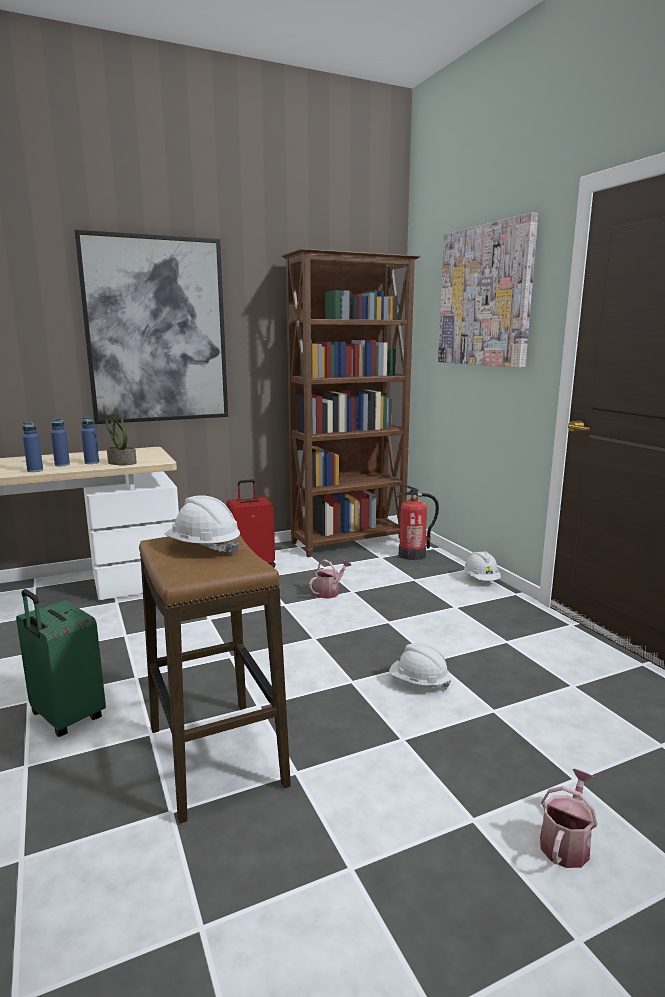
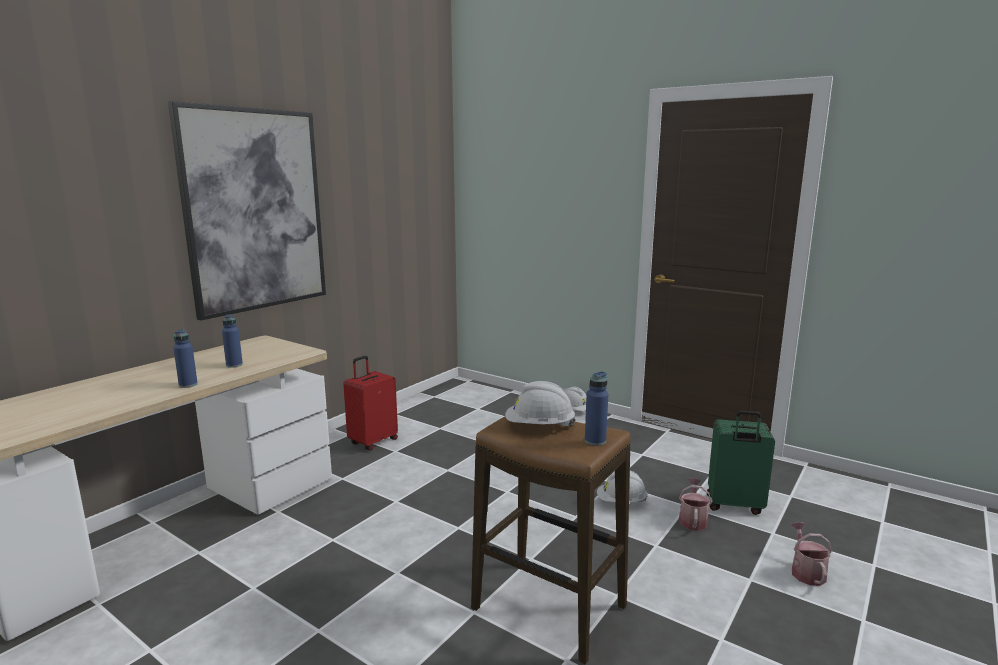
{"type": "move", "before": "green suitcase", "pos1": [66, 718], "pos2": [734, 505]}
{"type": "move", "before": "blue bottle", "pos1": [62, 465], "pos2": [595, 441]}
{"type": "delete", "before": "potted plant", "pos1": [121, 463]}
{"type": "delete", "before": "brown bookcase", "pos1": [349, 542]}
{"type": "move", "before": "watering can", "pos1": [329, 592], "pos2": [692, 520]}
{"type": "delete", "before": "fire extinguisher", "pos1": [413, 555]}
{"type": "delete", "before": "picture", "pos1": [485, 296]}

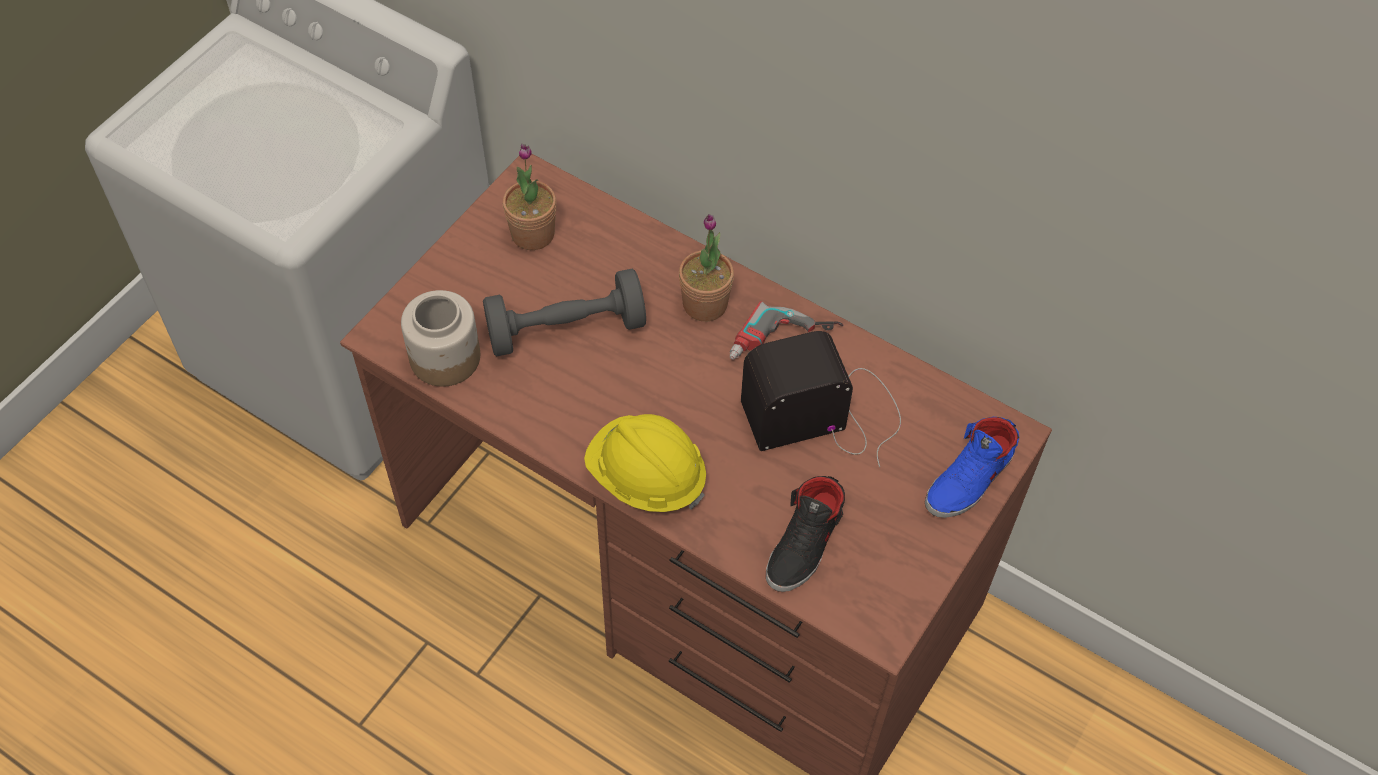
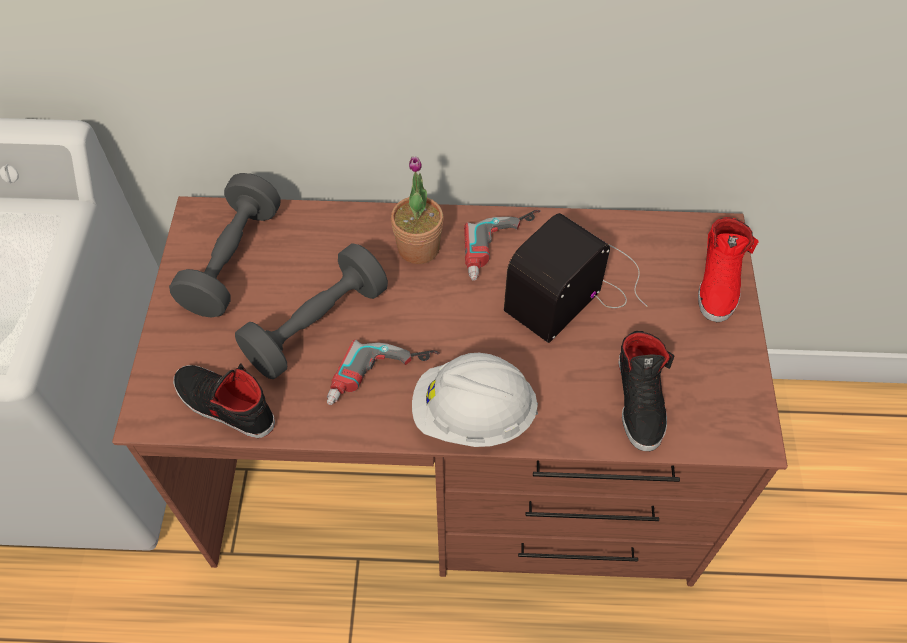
{"type": "replace", "before": "jar", "after": "black shoe", "pos1": [444, 358], "pos2": [224, 405]}
{"type": "replace", "before": "potted plant", "after": "grey dumbbell", "pos1": [532, 234], "pos2": [233, 260]}
{"type": "recolor", "before": "yellow hard hat", "after": "white hard hat", "pos1": [646, 477], "pos2": [473, 415]}
{"type": "recolor", "before": "blue shoe", "after": "red shoe", "pos1": [970, 480], "pos2": [719, 281]}
{"type": "insert", "after": "power drill", "pos2": [382, 381]}

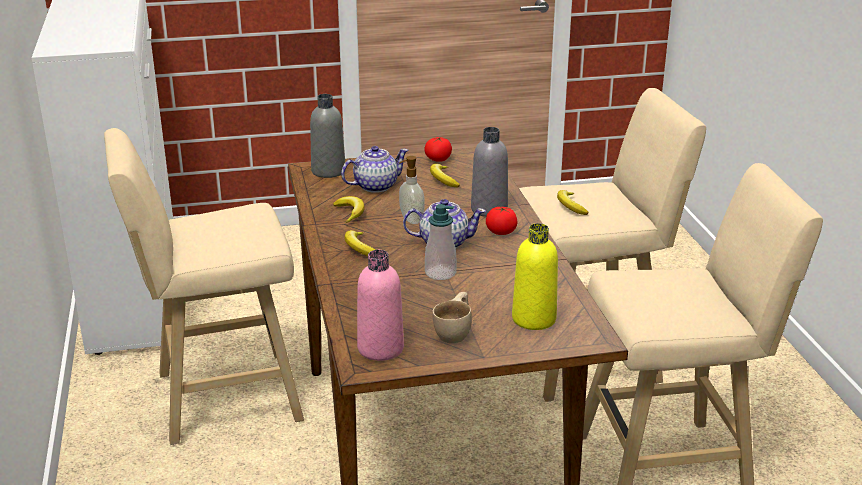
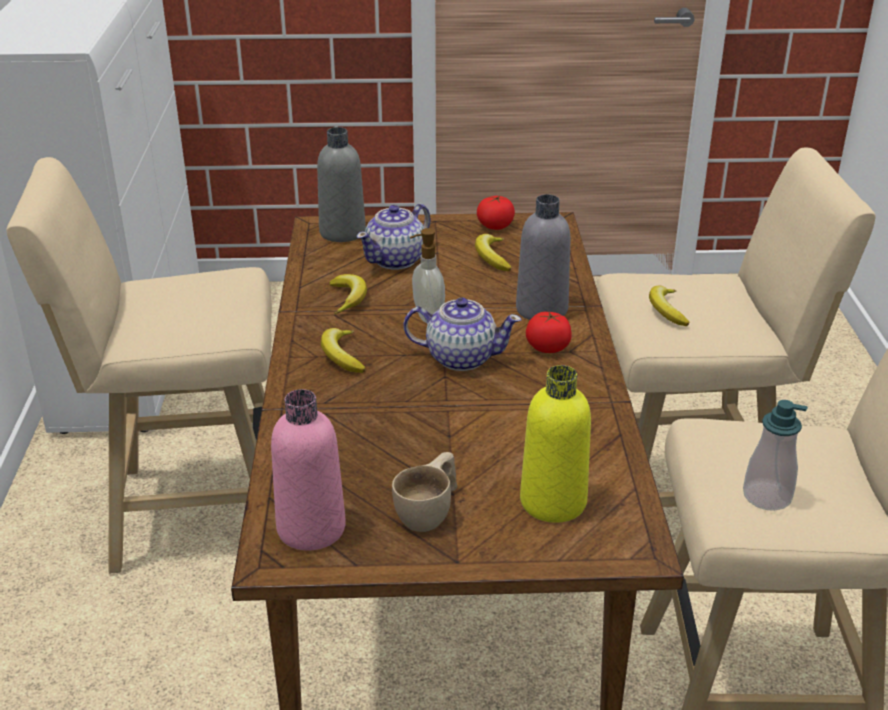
{"type": "rotate", "before": "teapot", "pos1": [375, 186], "pos2": [396, 260], "turn": 150}
{"type": "move", "before": "soap dispenser", "pos1": [440, 273], "pos2": [767, 496]}

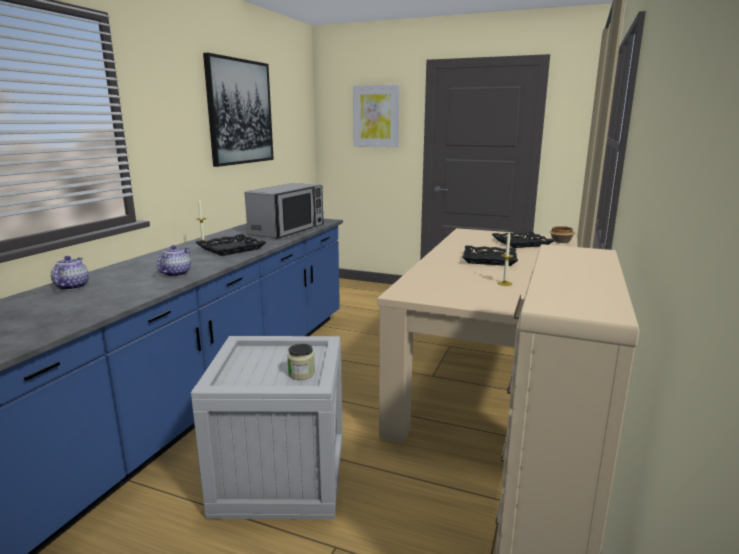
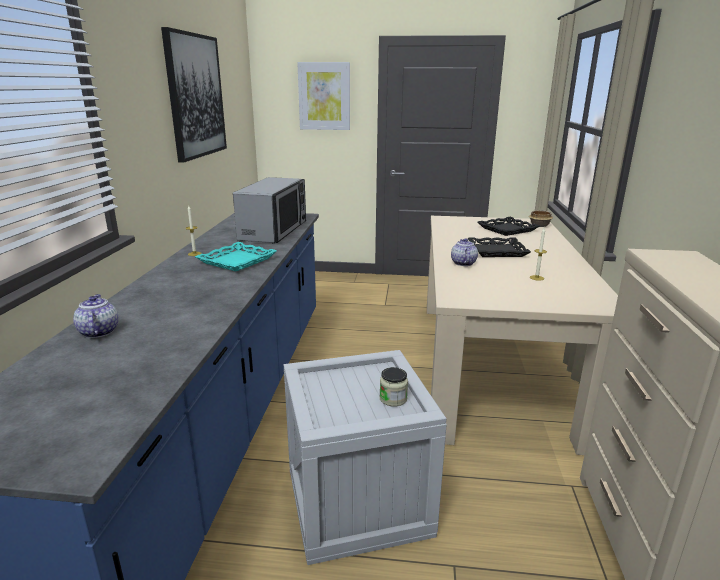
{"type": "move", "before": "teapot", "pos1": [176, 274], "pos2": [463, 263]}
{"type": "recolor", "before": "black tray", "after": "turquoise tray", "pos1": [231, 249], "pos2": [237, 261]}

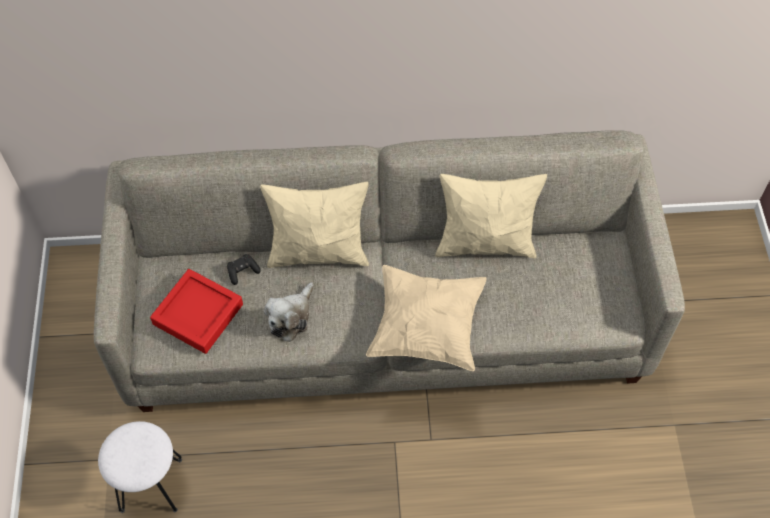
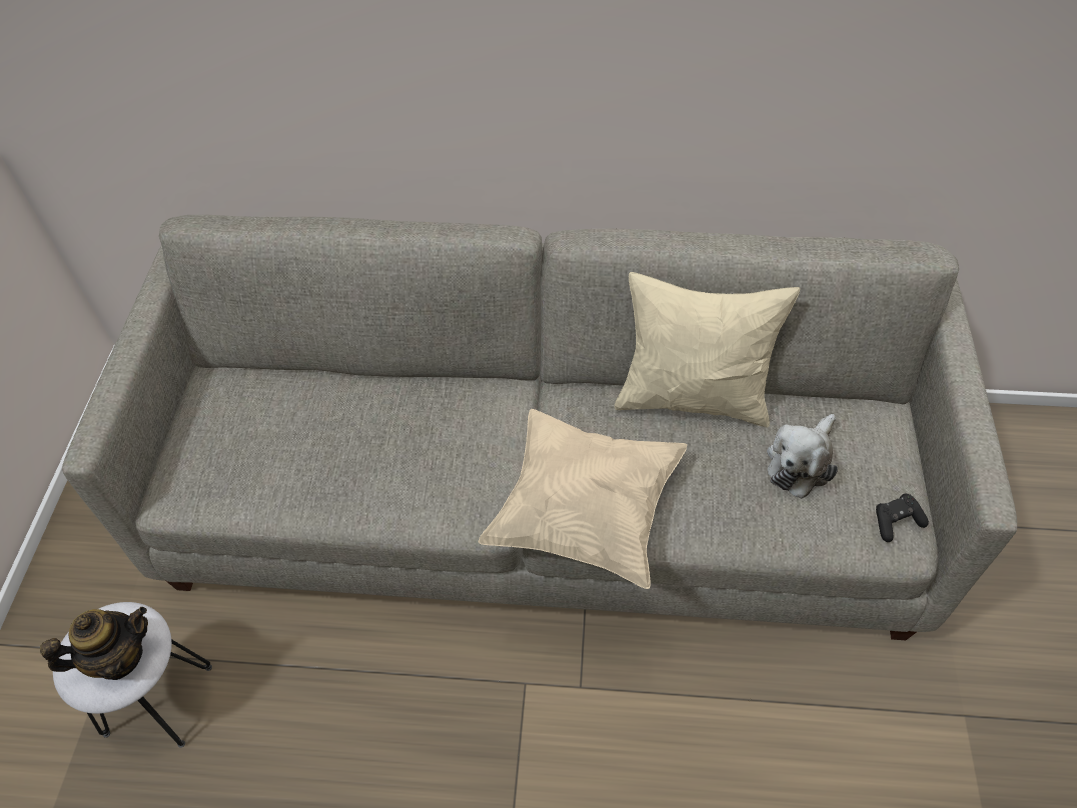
{"type": "delete", "before": "red tray", "pos1": [198, 314]}
{"type": "move", "before": "black game controller", "pos1": [242, 272], "pos2": [896, 521]}
{"type": "delete", "before": "beige pillow", "pos1": [319, 252]}
{"type": "move", "before": "plush toy", "pos1": [291, 317], "pos2": [800, 462]}
{"type": "insert", "after": "teapot", "pos2": [118, 657]}

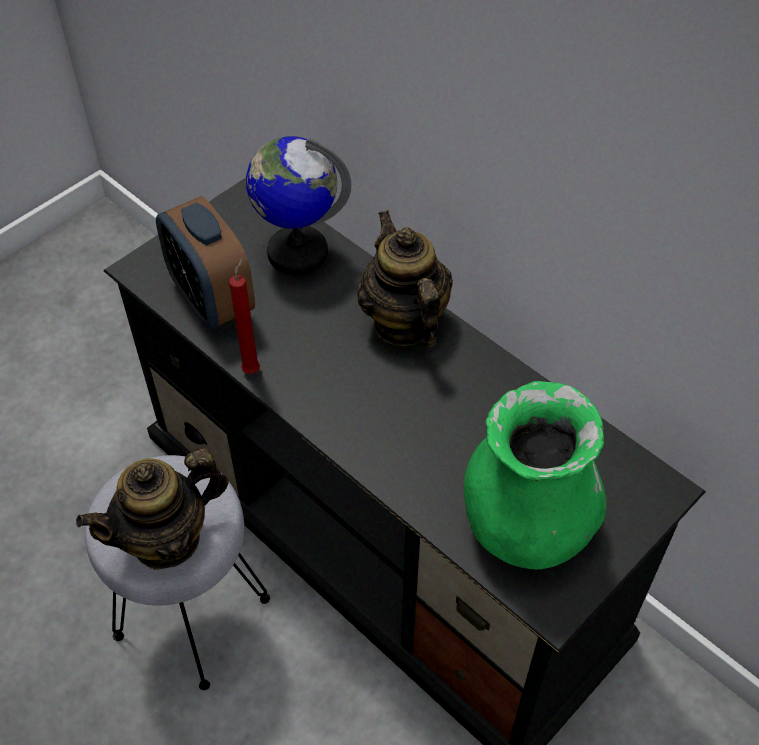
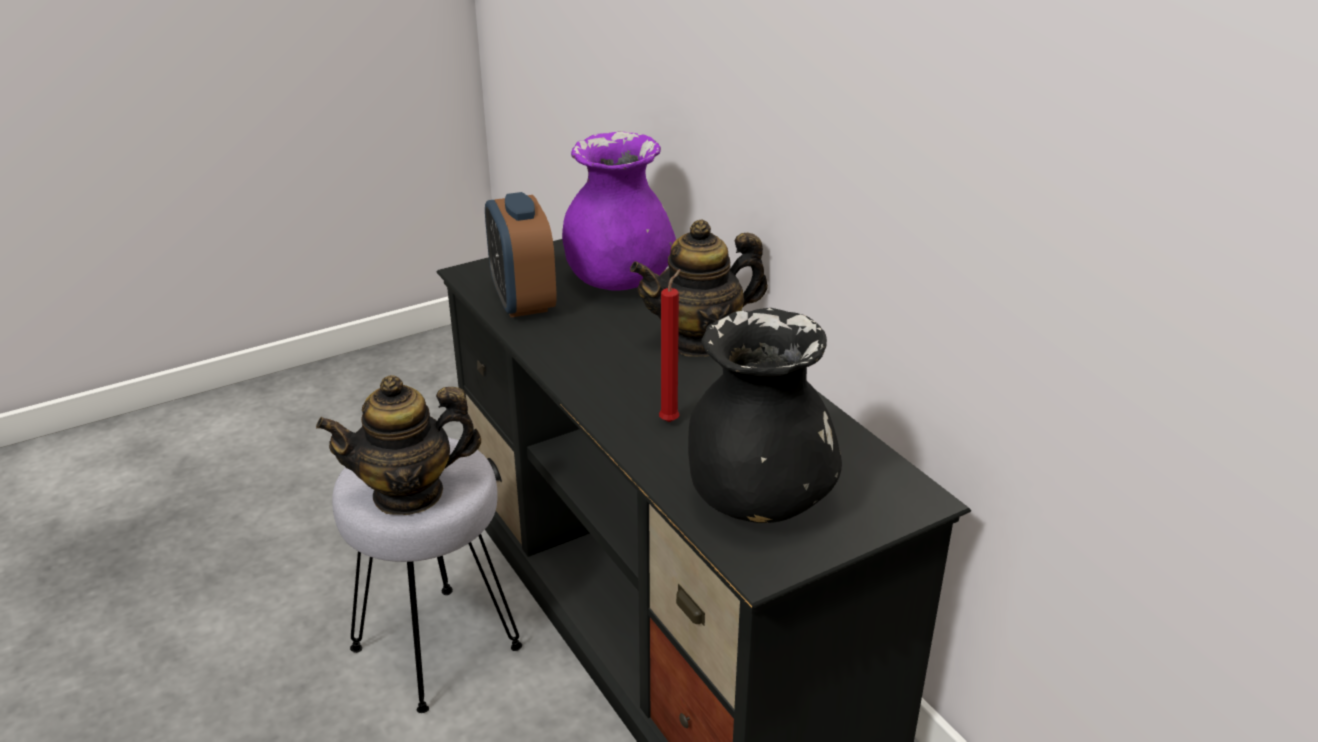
{"type": "move", "before": "red candle", "pos1": [252, 369], "pos2": [671, 420]}
{"type": "replace", "before": "globe", "after": "purple vase", "pos1": [297, 252], "pos2": [618, 281]}
{"type": "rotate", "before": "teapot", "pos1": [403, 322], "pos2": [699, 340], "turn": -105}
{"type": "recolor", "before": "green vase", "after": "black vase", "pos1": [525, 524], "pos2": [757, 500]}

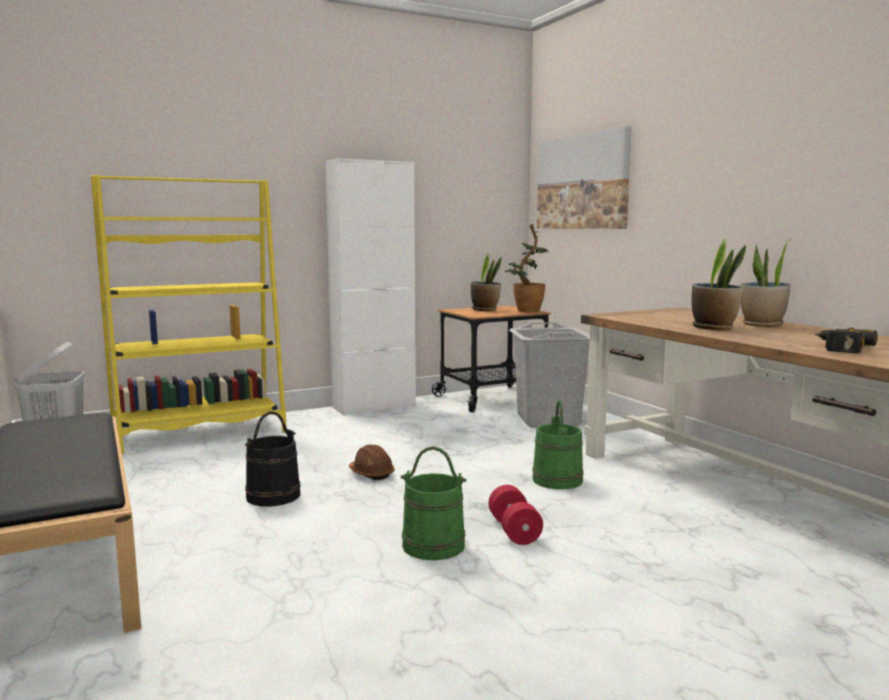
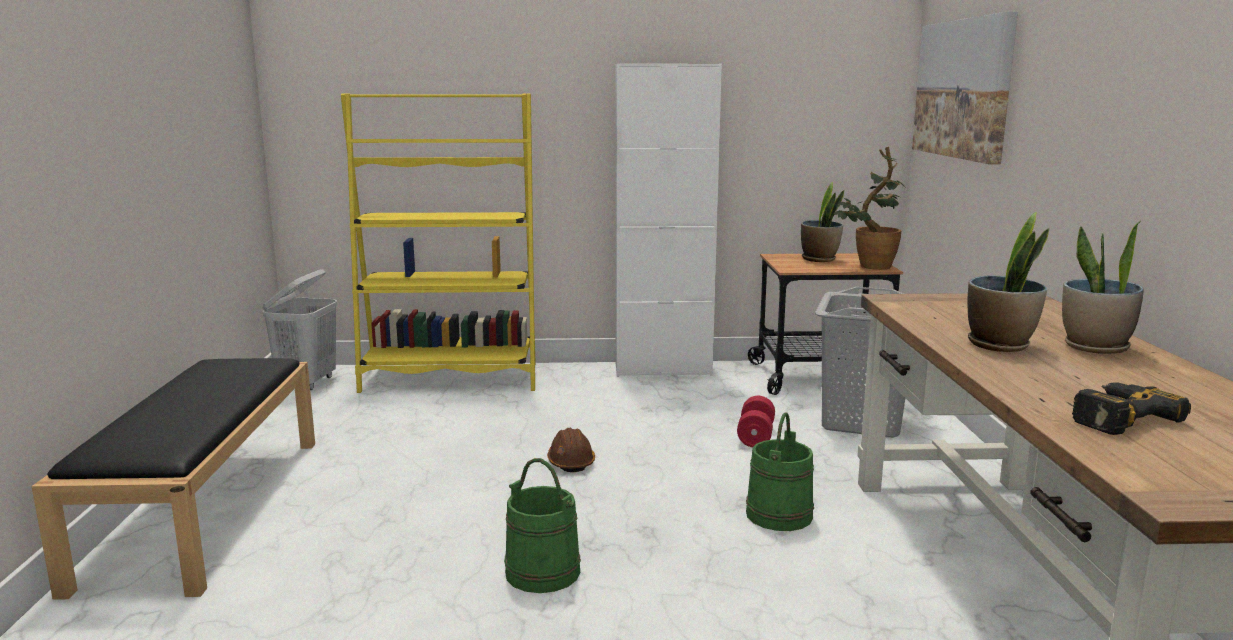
{"type": "delete", "before": "black bucket", "pos1": [273, 496]}
{"type": "move", "before": "red dumbbell", "pos1": [514, 531], "pos2": [755, 436]}

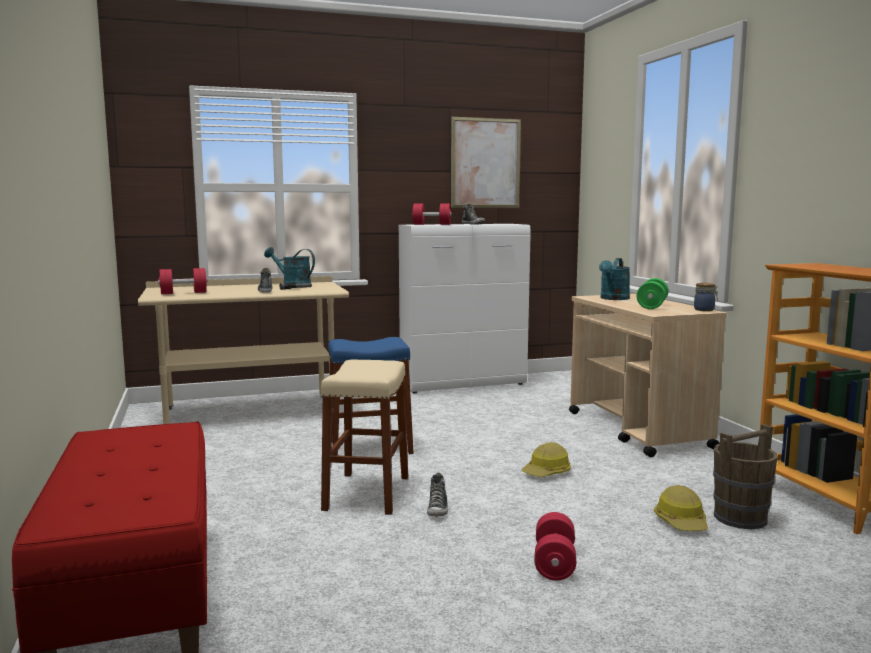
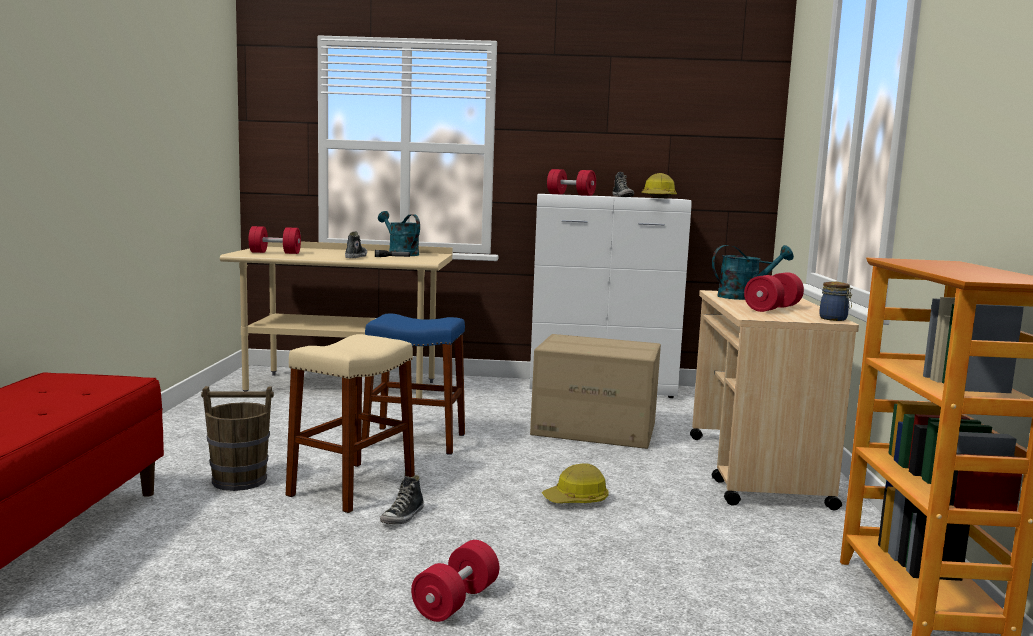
{"type": "delete", "before": "picture", "pos1": [485, 163]}
{"type": "rotate", "before": "turquoise watering can", "pos1": [613, 299], "pos2": [744, 297], "turn": -150}
{"type": "recolor", "before": "green dumbbell", "after": "red dumbbell", "pos1": [652, 306], "pos2": [772, 308]}
{"type": "move", "before": "hard hat", "pos1": [681, 522], "pos2": [658, 198]}
{"type": "move", "before": "brown bucket", "pos1": [740, 518], "pos2": [240, 481]}
{"type": "insert", "after": "cardboard box", "pos2": [595, 429]}

